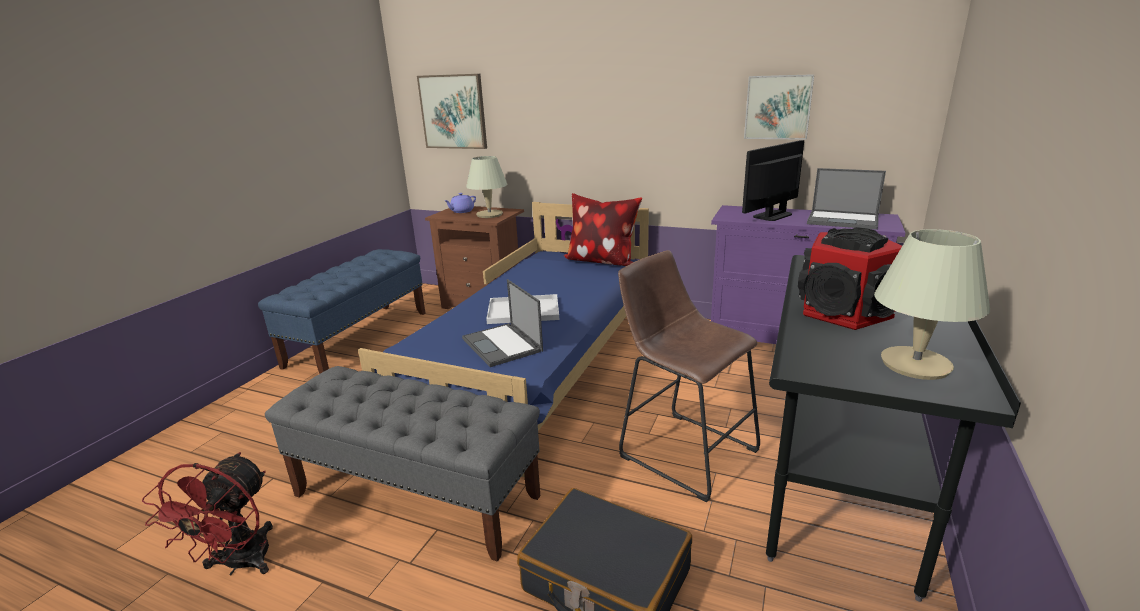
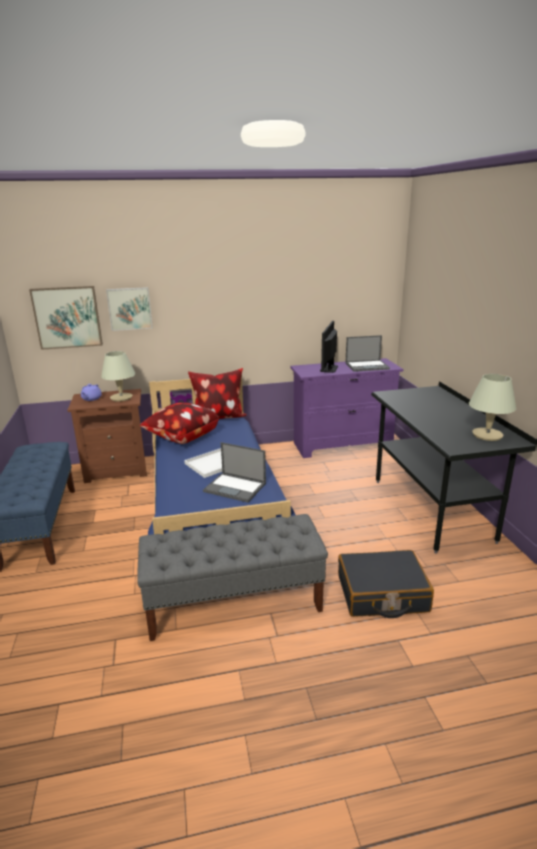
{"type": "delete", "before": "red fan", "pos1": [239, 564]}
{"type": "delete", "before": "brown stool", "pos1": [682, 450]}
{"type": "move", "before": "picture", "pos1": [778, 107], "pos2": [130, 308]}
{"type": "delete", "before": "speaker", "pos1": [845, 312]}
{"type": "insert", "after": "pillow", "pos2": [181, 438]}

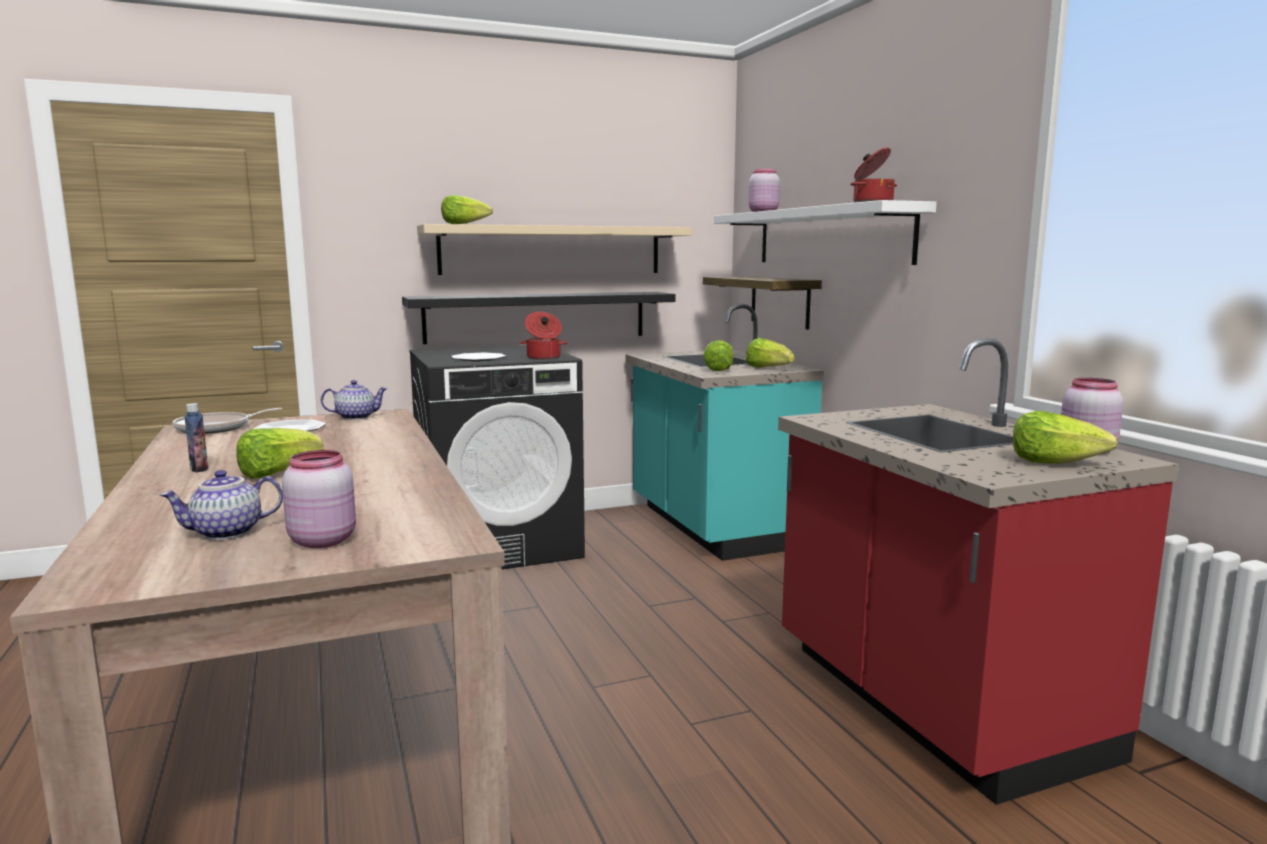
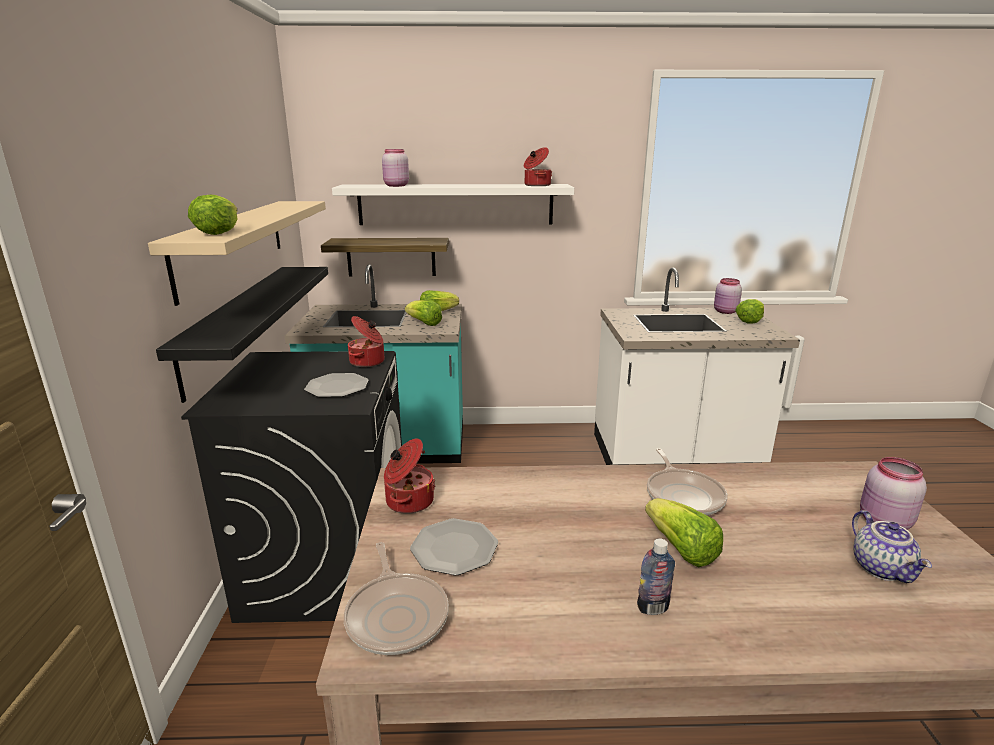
{"type": "replace", "before": "teapot", "after": "cooking pot", "pos1": [356, 417], "pos2": [408, 501]}
{"type": "recolor", "before": "red counter", "after": "white counter", "pos1": [931, 702], "pos2": [675, 455]}
{"type": "insert", "after": "frying pan", "pos2": [683, 495]}

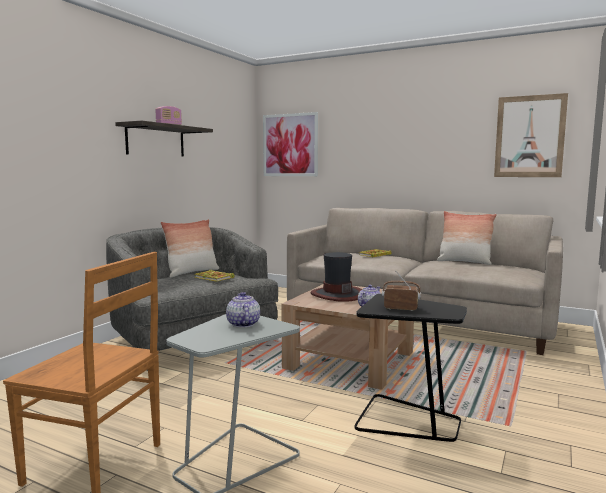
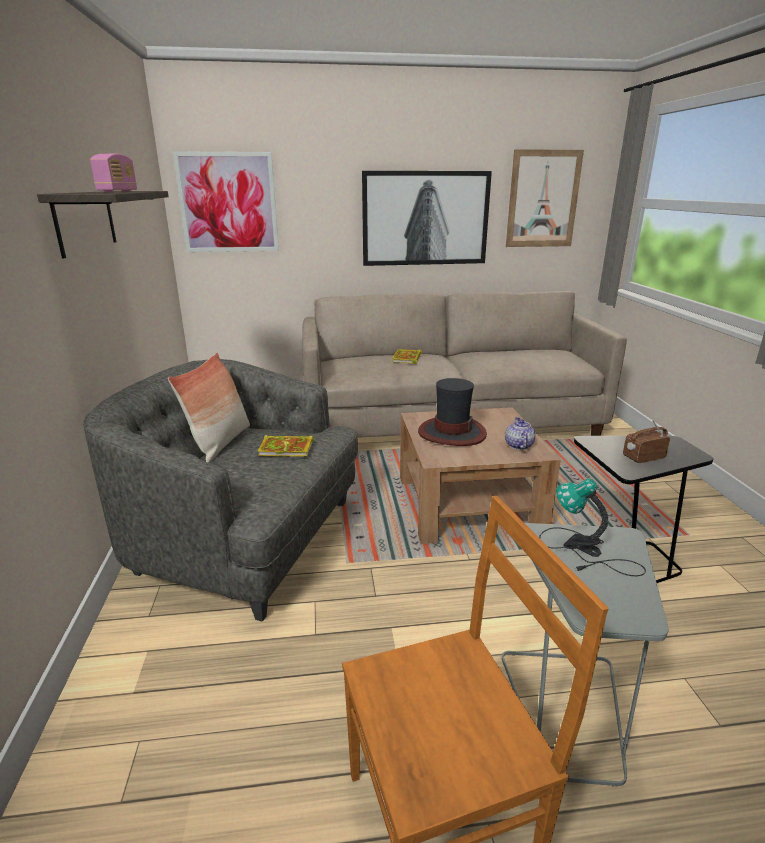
{"type": "replace", "before": "teapot", "after": "table lamp", "pos1": [243, 324], "pos2": [585, 551]}
{"type": "delete", "before": "pillow", "pos1": [464, 262]}
{"type": "insert", "after": "picture", "pos2": [425, 218]}

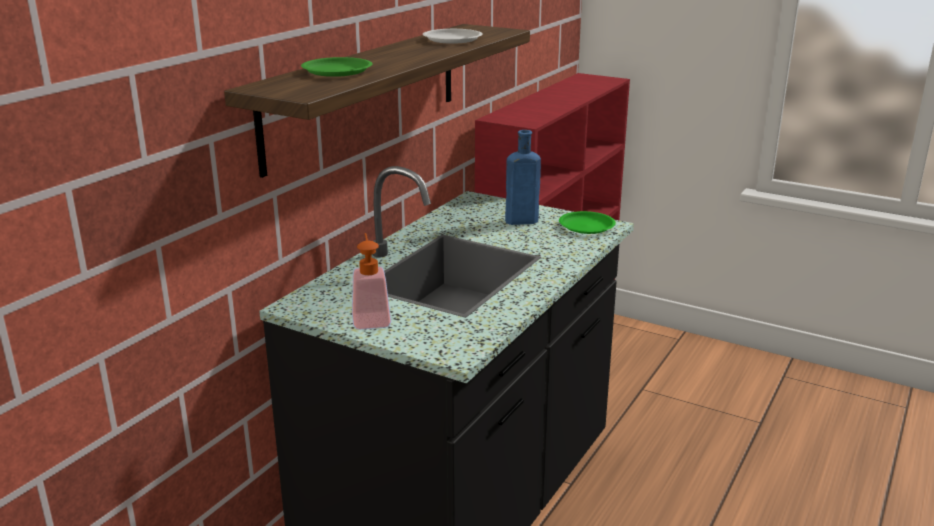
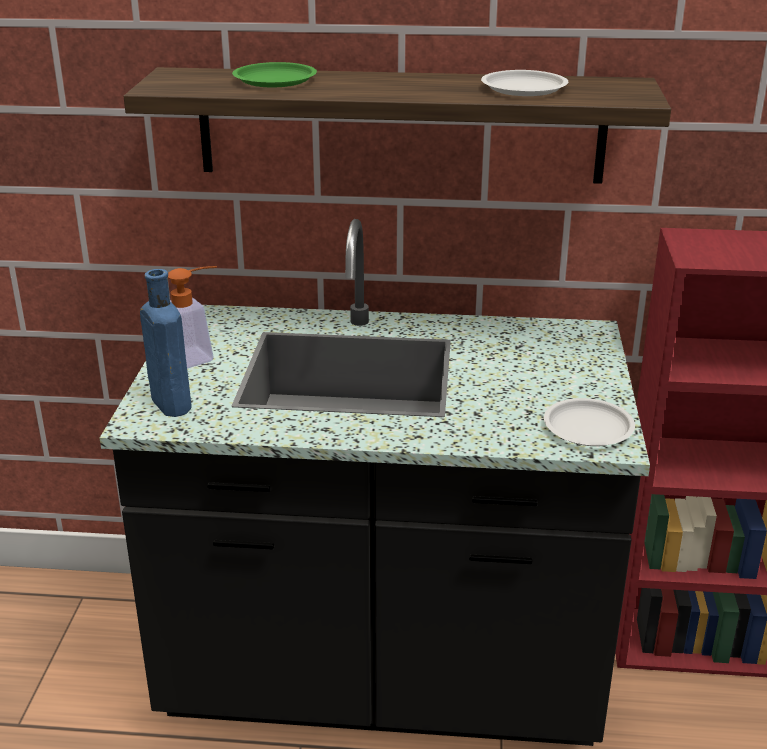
{"type": "move", "before": "blue bottle", "pos1": [519, 221], "pos2": [169, 402]}
{"type": "recolor", "before": "green plate", "after": "white plate", "pos1": [586, 226], "pos2": [587, 428]}

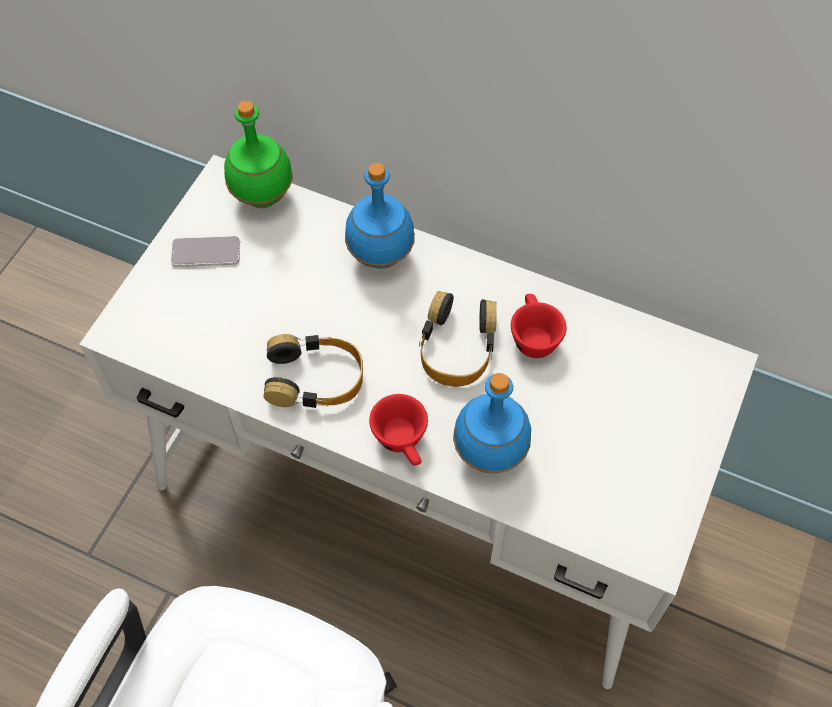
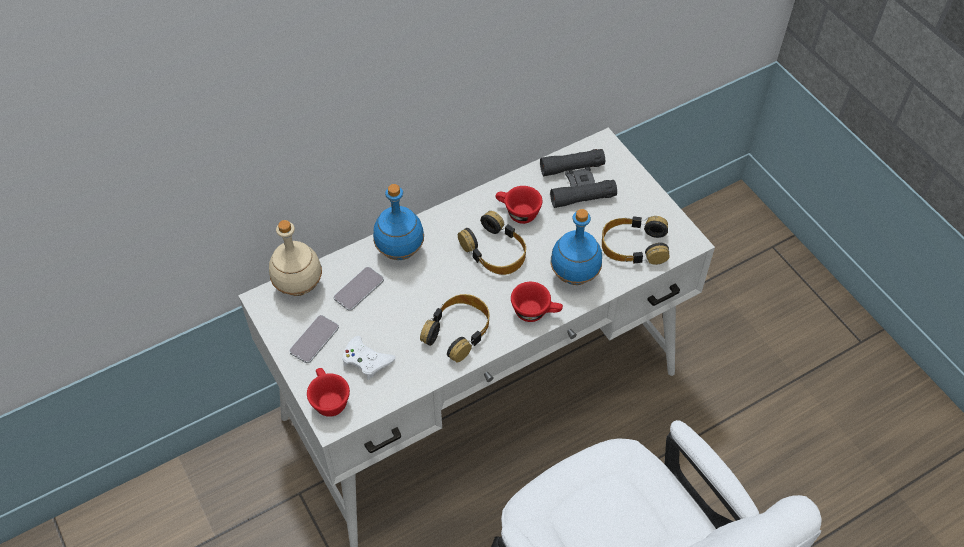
{"type": "recolor", "before": "green bottle", "after": "beige bottle", "pos1": [263, 197], "pos2": [300, 286]}
{"type": "insert", "after": "red cup", "pos2": [328, 399]}
{"type": "insert", "after": "phone", "pos2": [359, 289]}
{"type": "insert", "after": "white game controller", "pos2": [366, 360]}
{"type": "insert", "after": "black binoculars", "pos2": [577, 183]}
{"type": "insert", "after": "headphones", "pos2": [633, 246]}

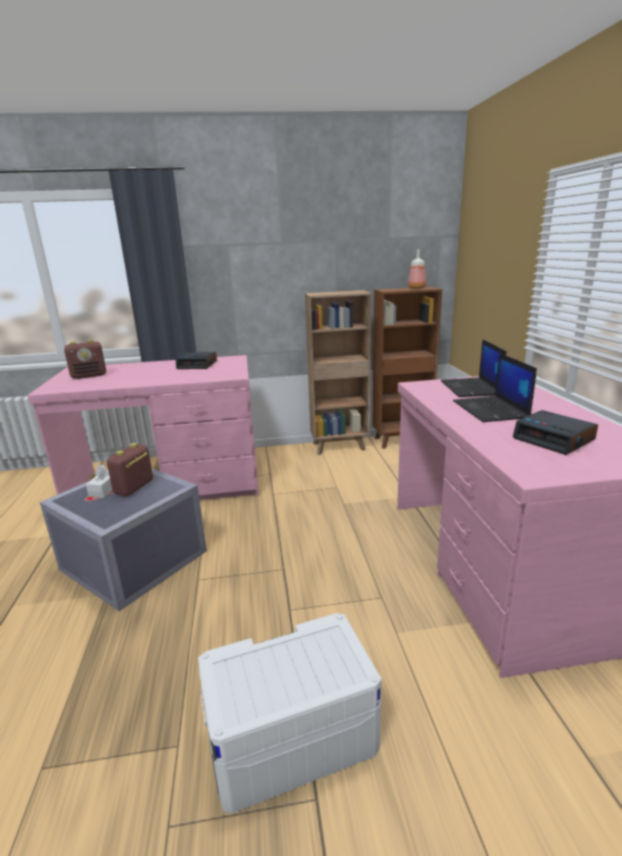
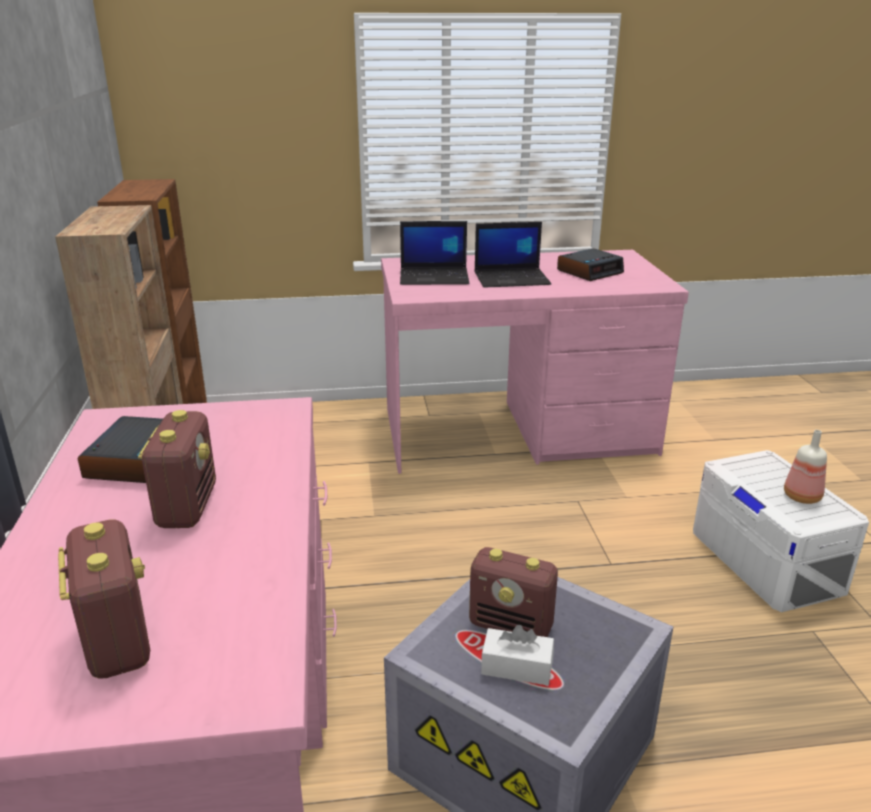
{"type": "move", "before": "bottle", "pos1": [417, 288], "pos2": [802, 496]}
{"type": "insert", "after": "radio", "pos2": [187, 506]}

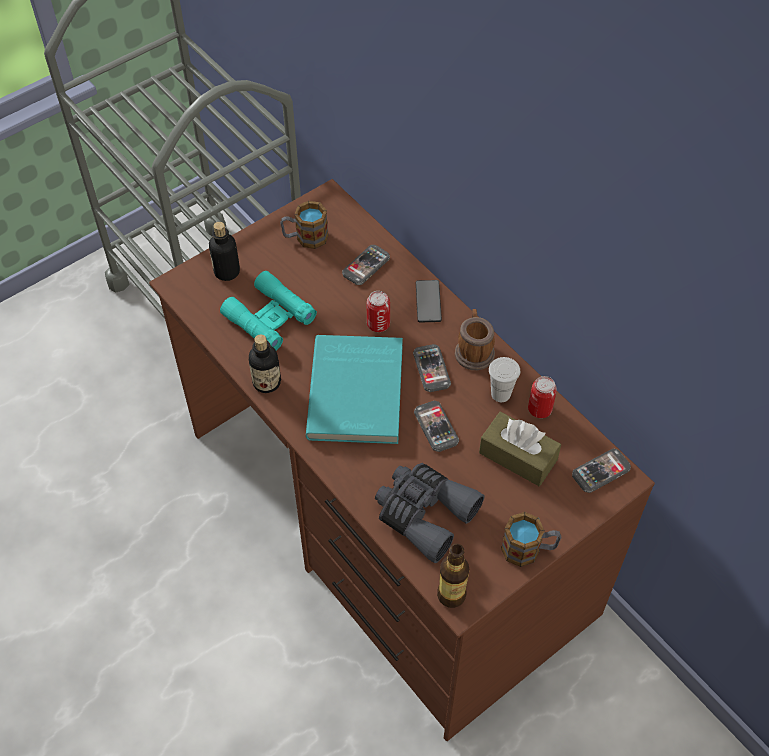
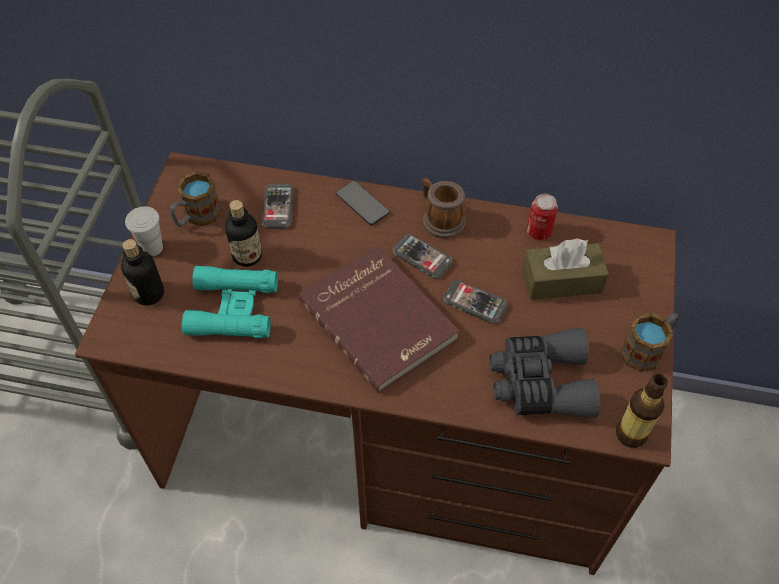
{"type": "move", "before": "bottle", "pos1": [266, 382], "pos2": [247, 255]}
{"type": "recolor", "before": "turquoise book", "after": "red book", "pos1": [358, 392], "pos2": [380, 319]}
{"type": "delete", "before": "can", "pos1": [378, 324]}
{"type": "move", "before": "white cup", "pos1": [500, 394], "pos2": [152, 248]}
{"type": "delete", "before": "phone", "pos1": [601, 471]}

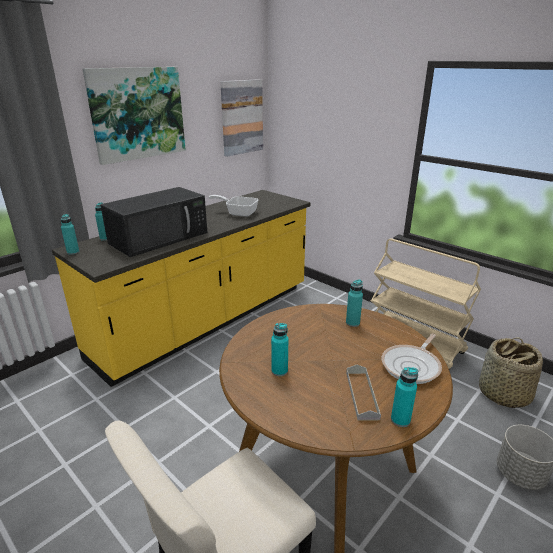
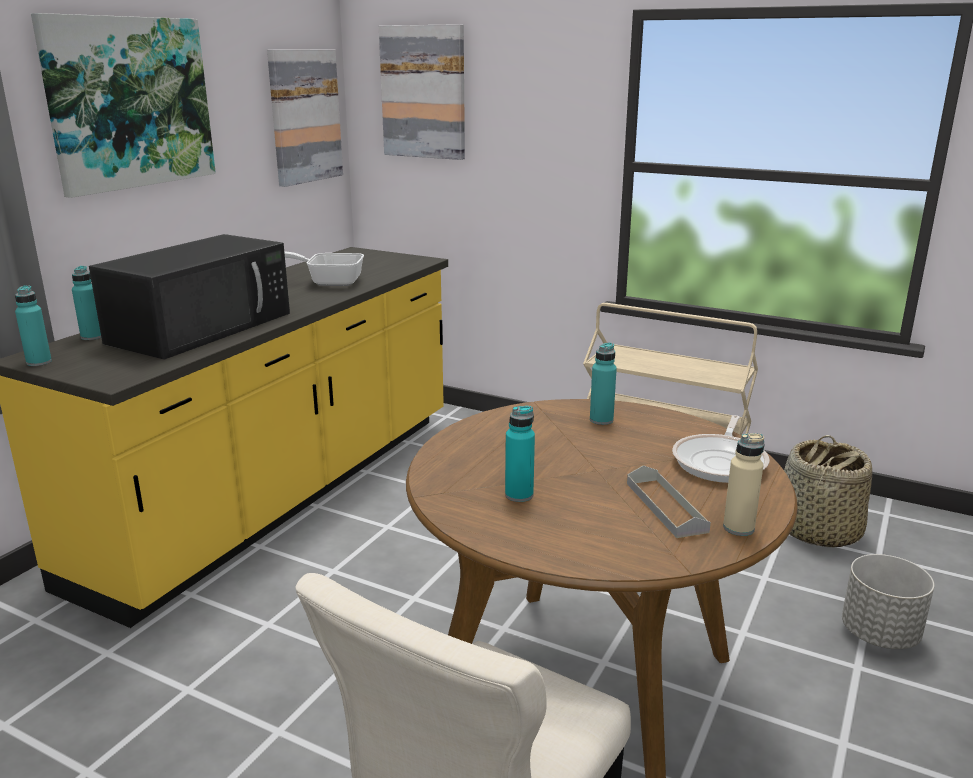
{"type": "recolor", "before": "turquoise bottle", "after": "beige bottle", "pos1": [400, 420], "pos2": [738, 528]}
{"type": "insert", "after": "picture", "pos2": [424, 92]}

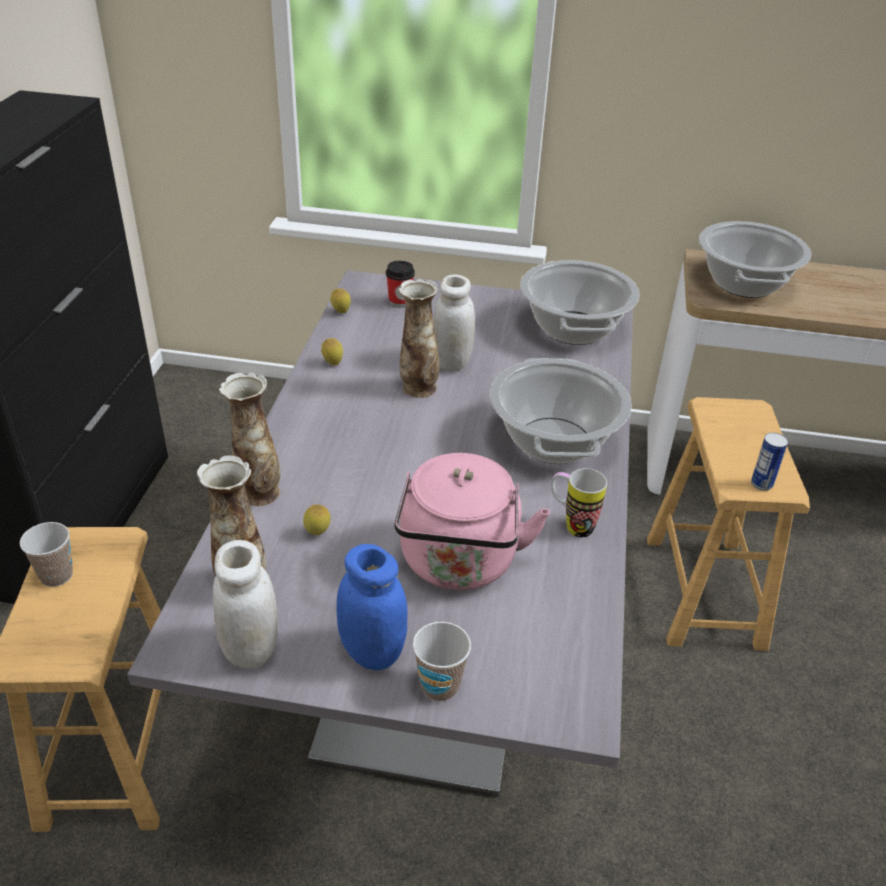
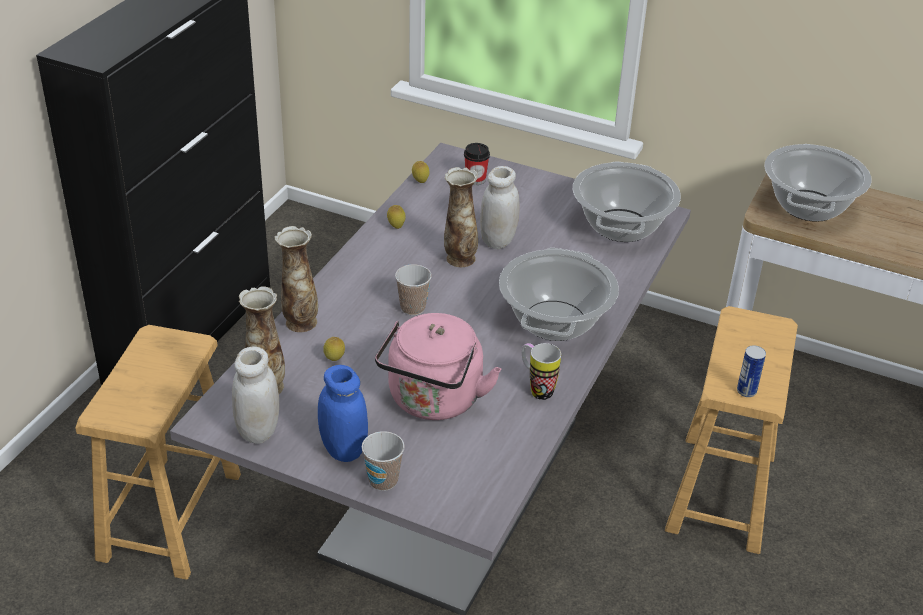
{"type": "move", "before": "cup", "pos1": [56, 576], "pos2": [413, 308]}

